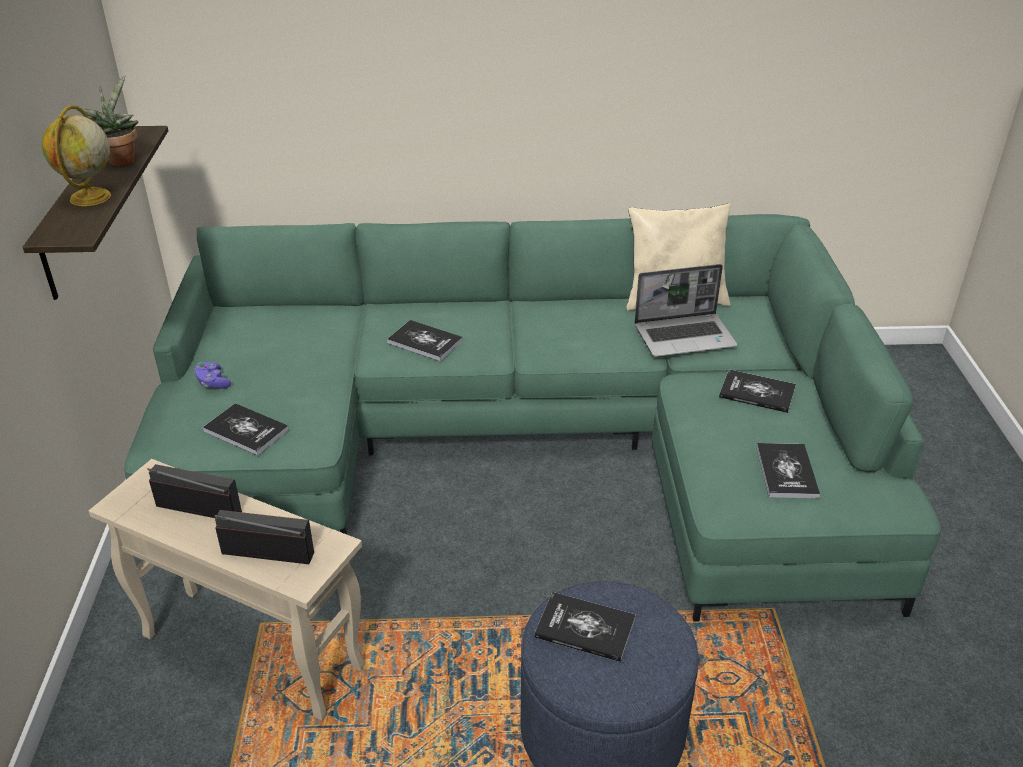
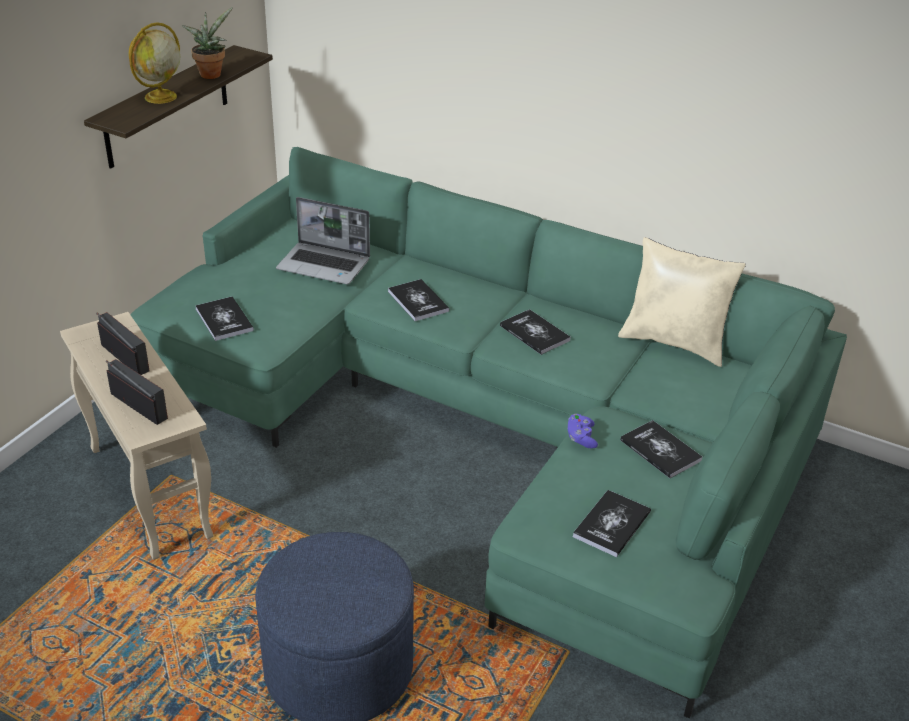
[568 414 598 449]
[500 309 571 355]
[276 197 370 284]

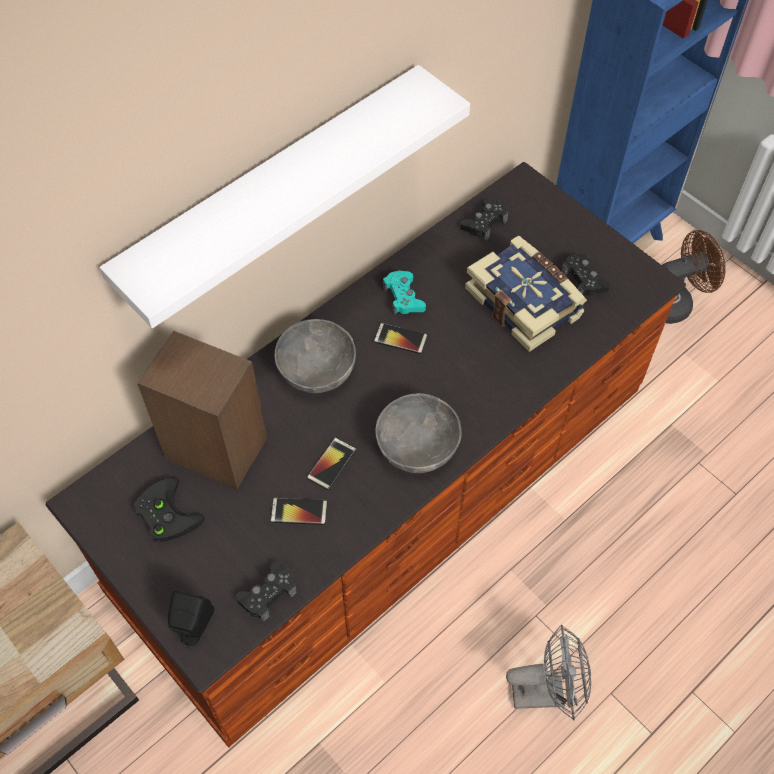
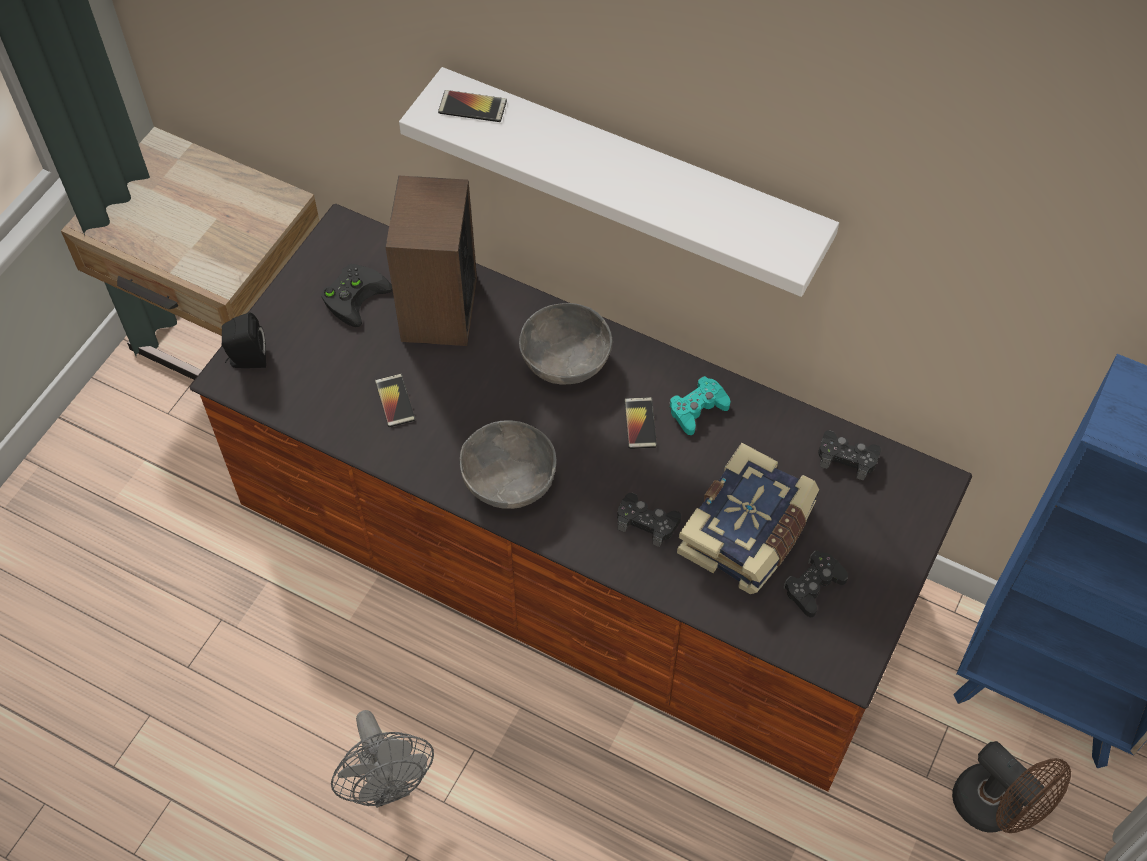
[617 493 681 547]
[438 90 507 122]

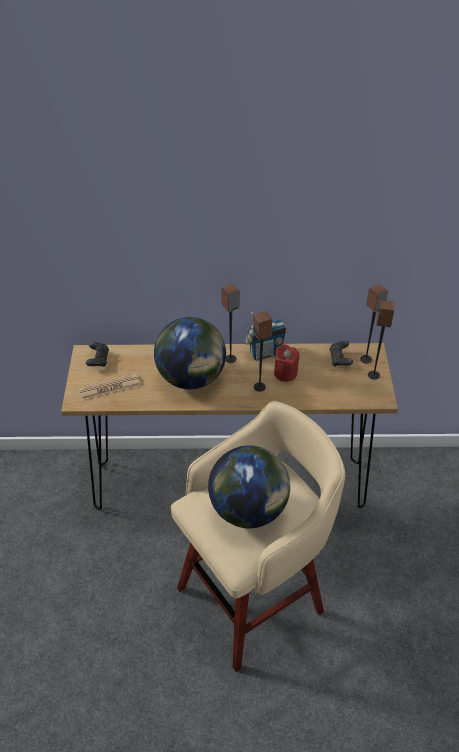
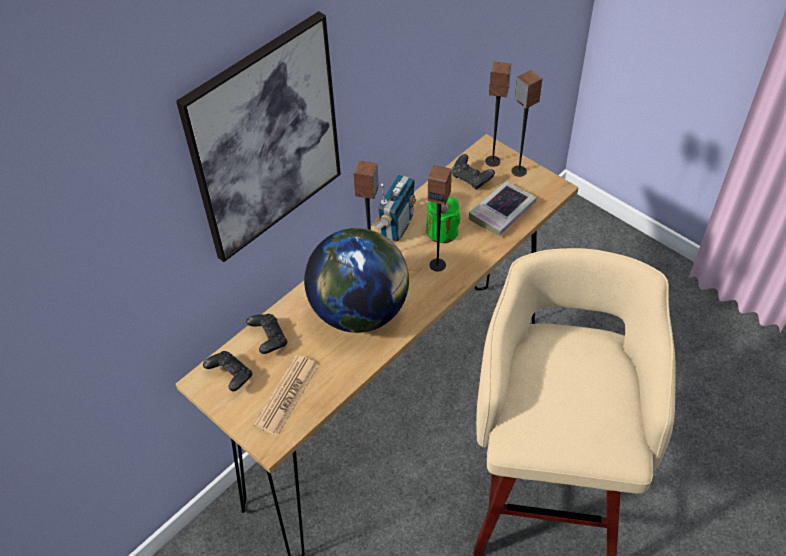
[208 445 290 528] (first image)
[176 11 341 262]
[246 314 288 354]
[469 181 536 236]
[427 196 460 243]

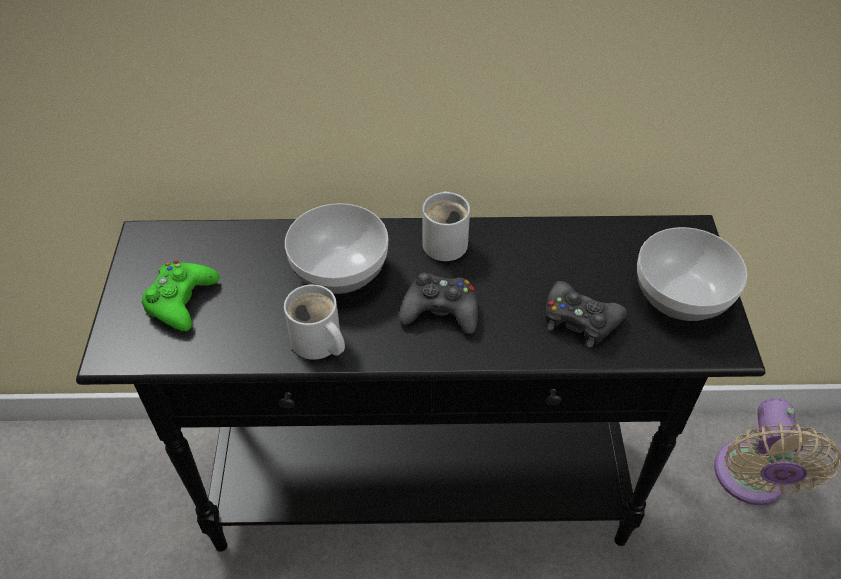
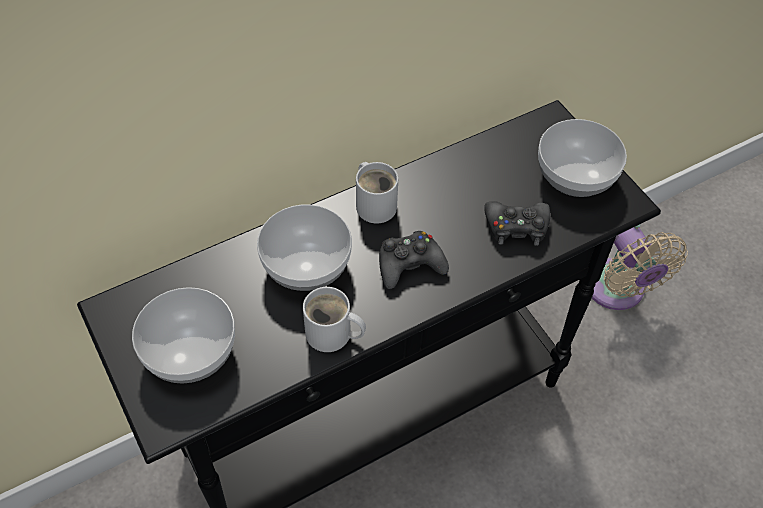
[132 287 235 384]

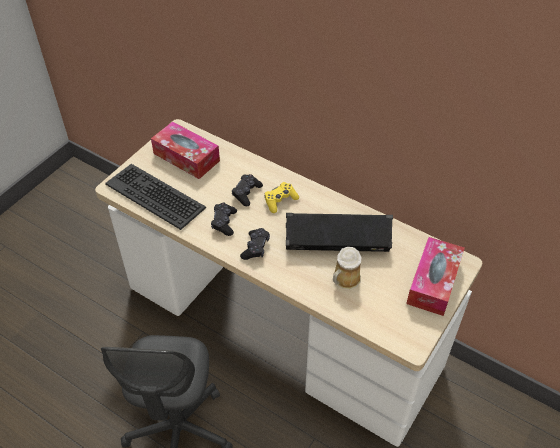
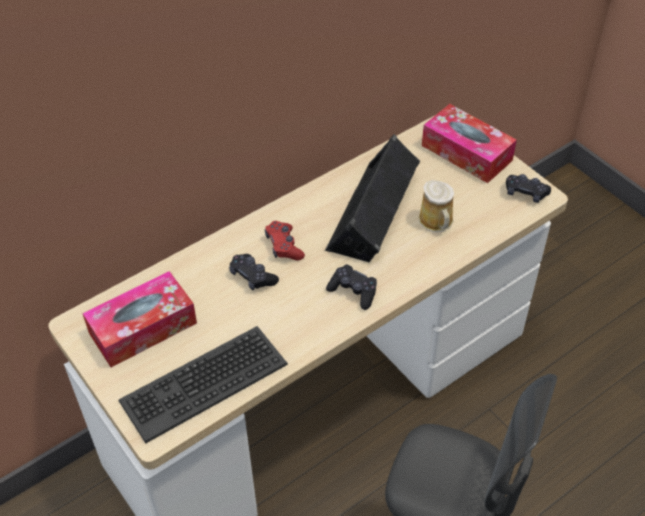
[506 174 551 203]
[265 221 305 260]

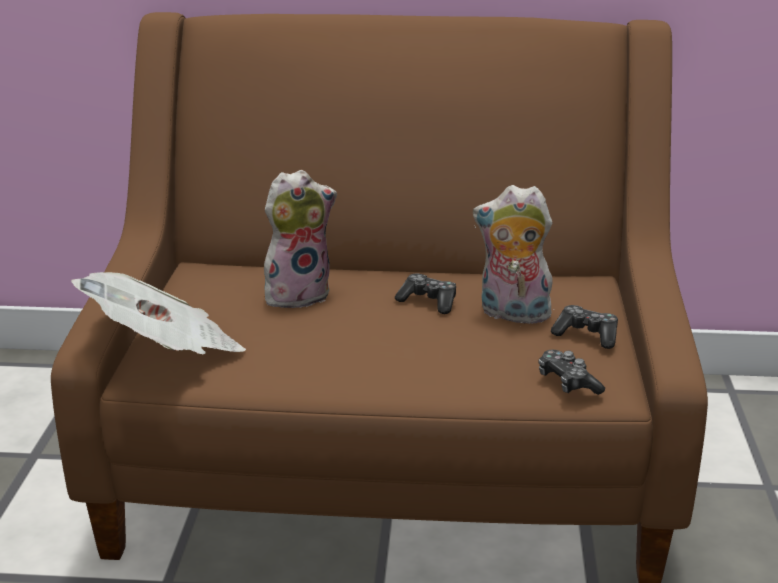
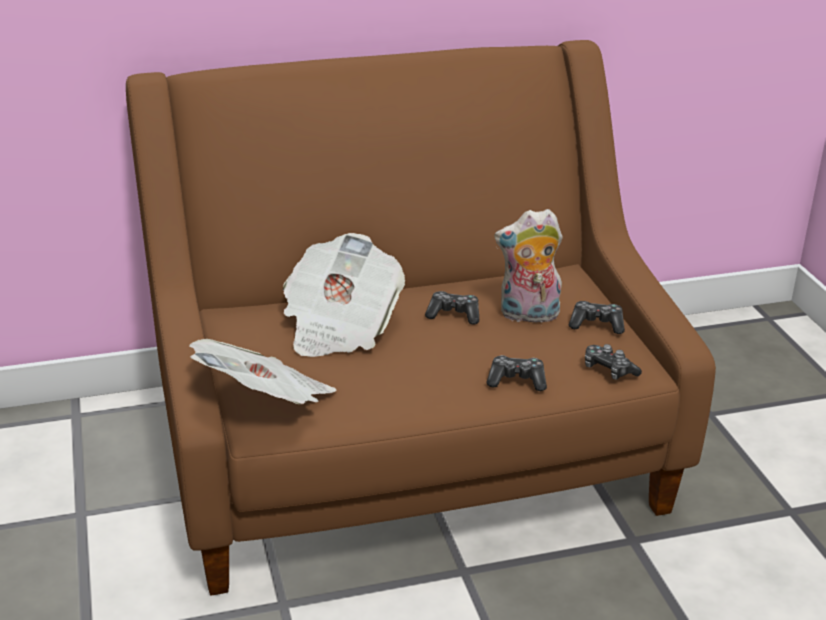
[486 355 547 391]
[283 233 405 357]

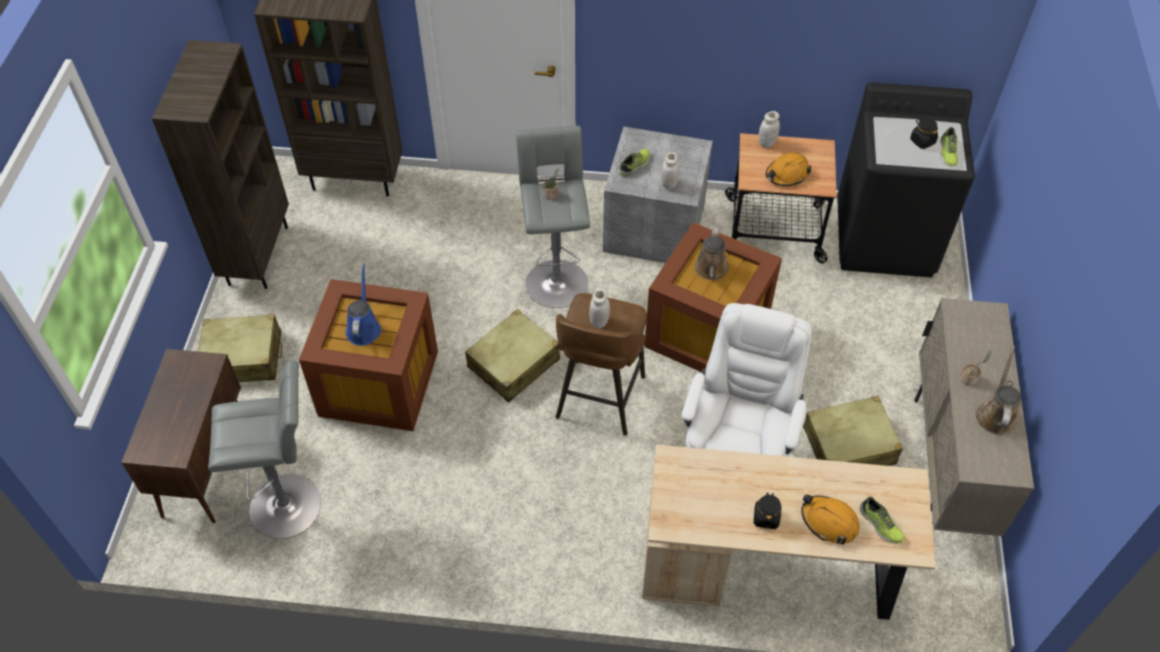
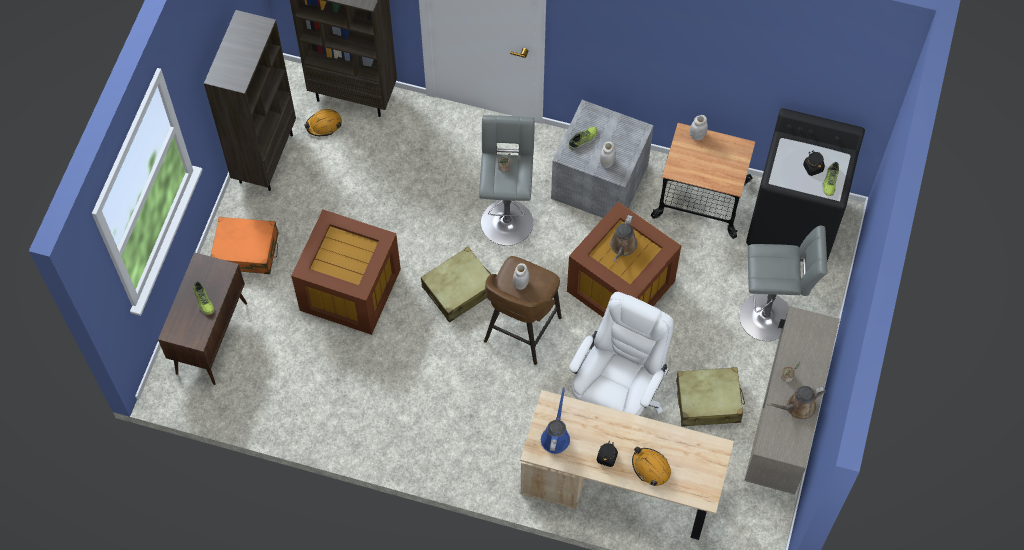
[739 226 827 341]
[541 387 570 454]
[304 109 342 136]
[193 281 214 315]
[210 217 278 274]
[767 386 826 419]

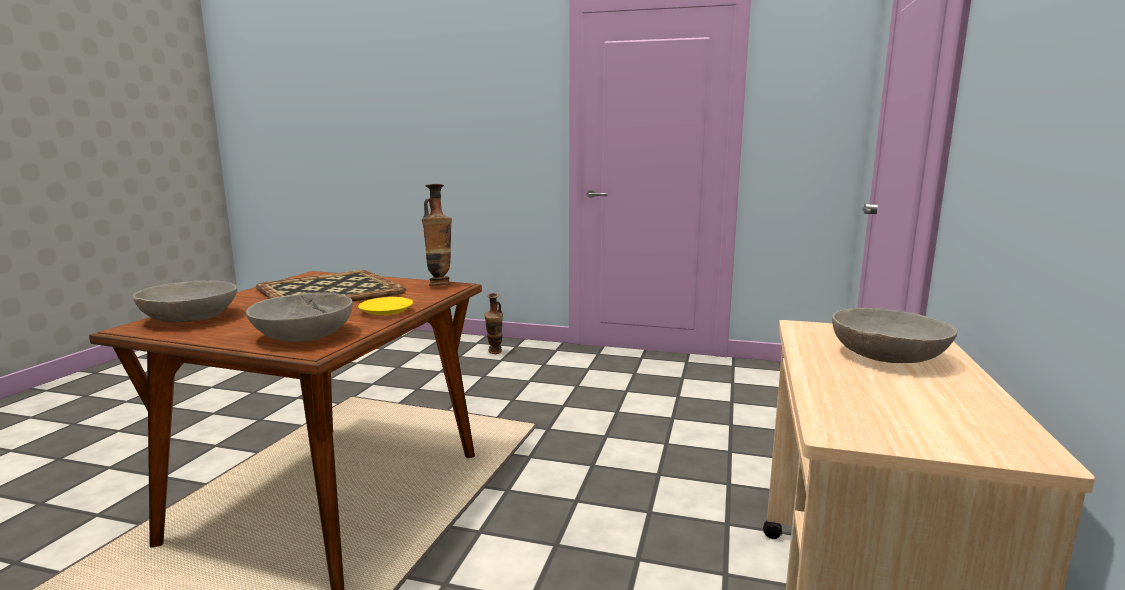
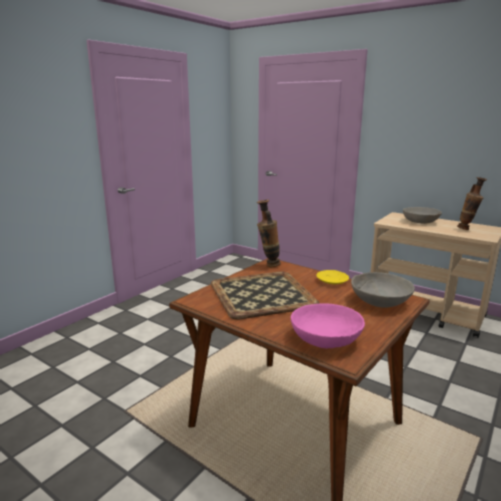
[457 177 487 230]
[291 303 365 348]

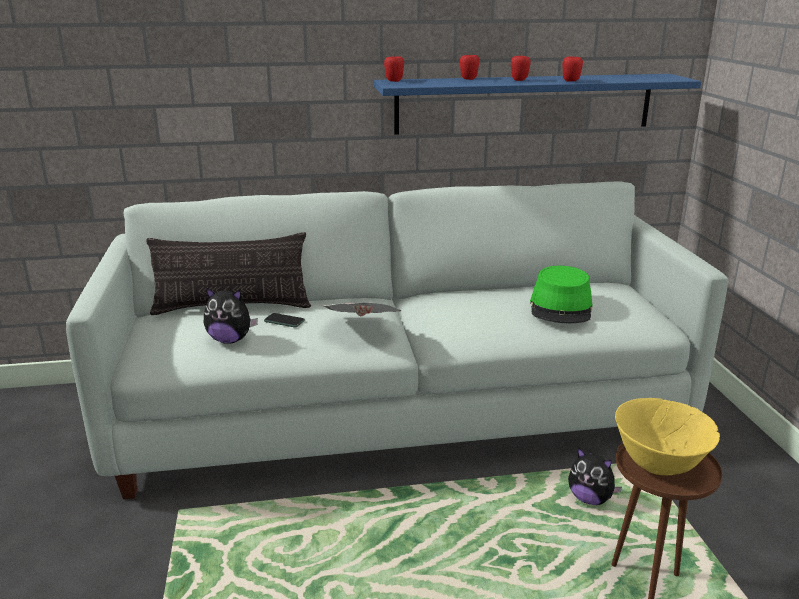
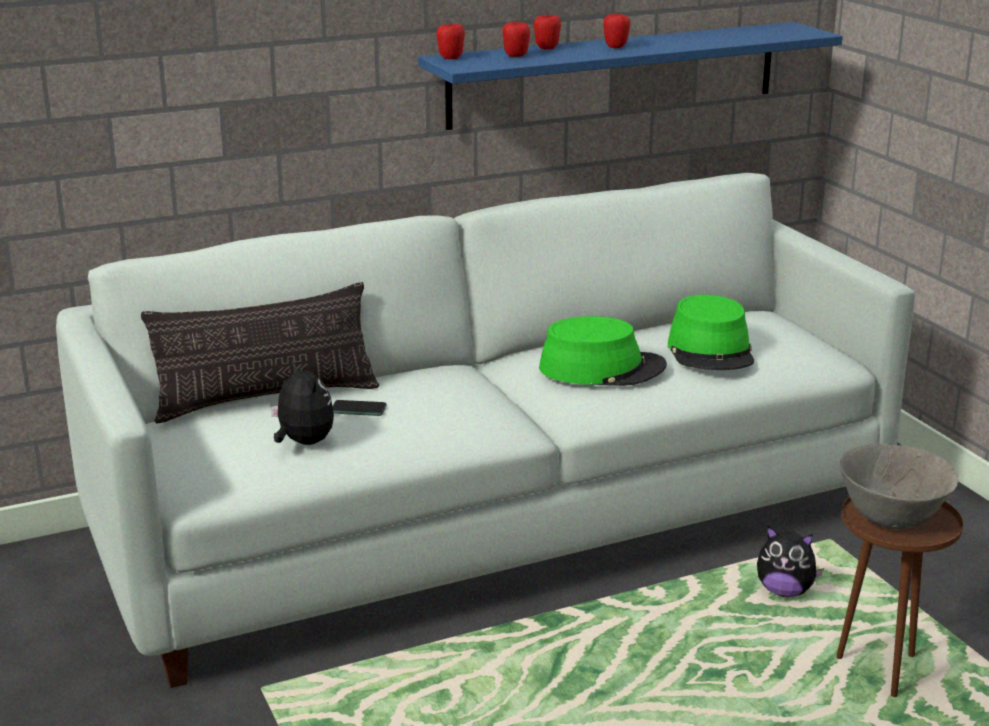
[320 303 401 316] (first image)
[539 316 667 386]
[502 20 530 57]
[839 444 958 529]
[271 360 334 445]

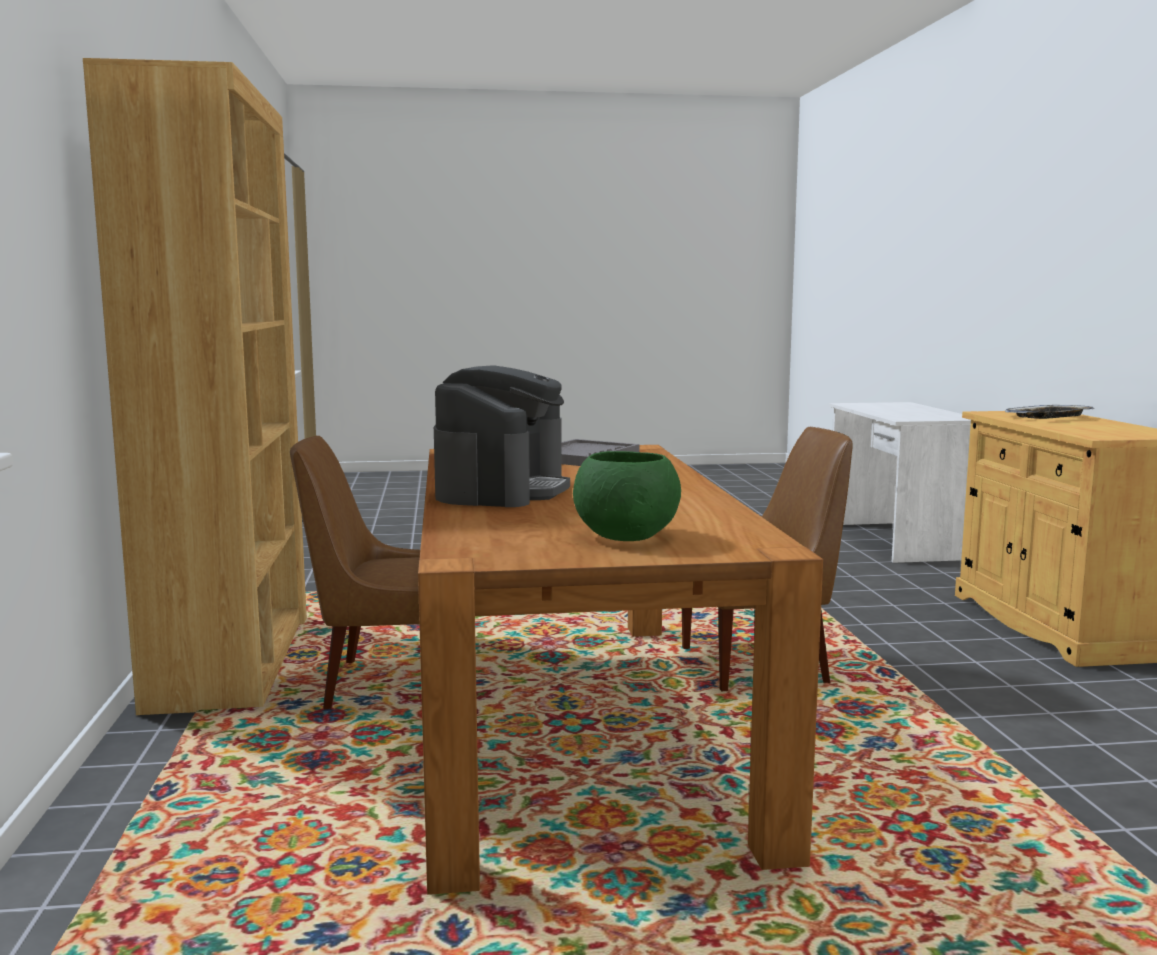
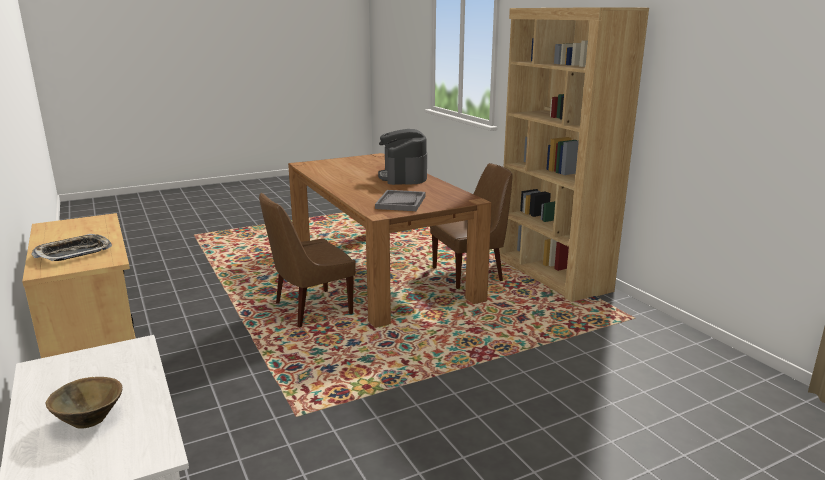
[573 451 681 541] (first image)
[45 377 122 429]

